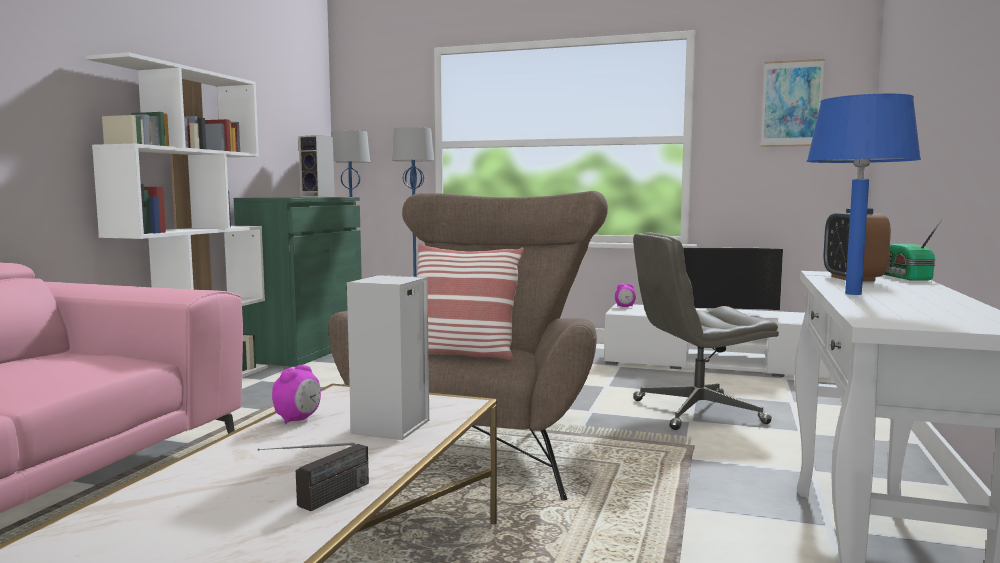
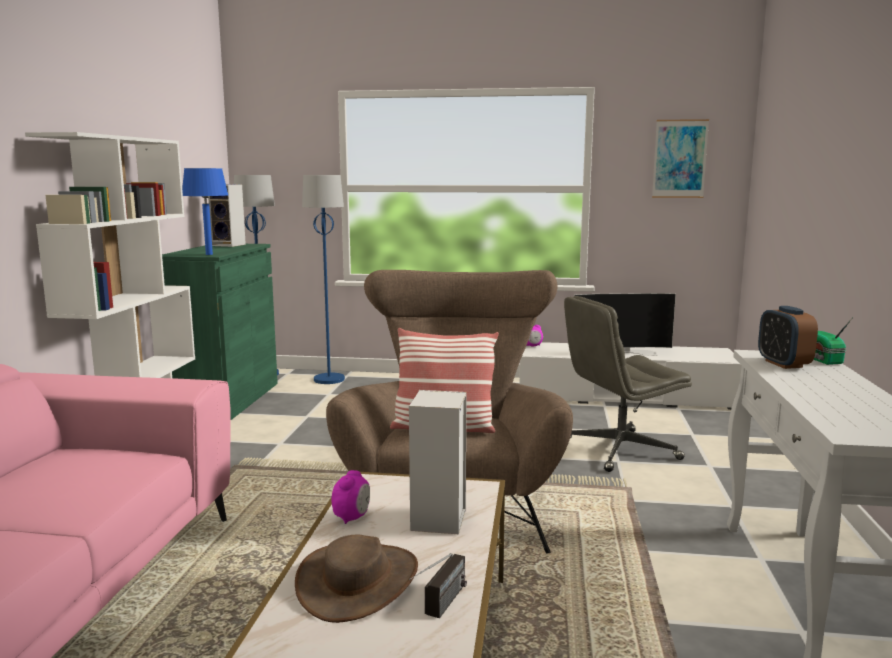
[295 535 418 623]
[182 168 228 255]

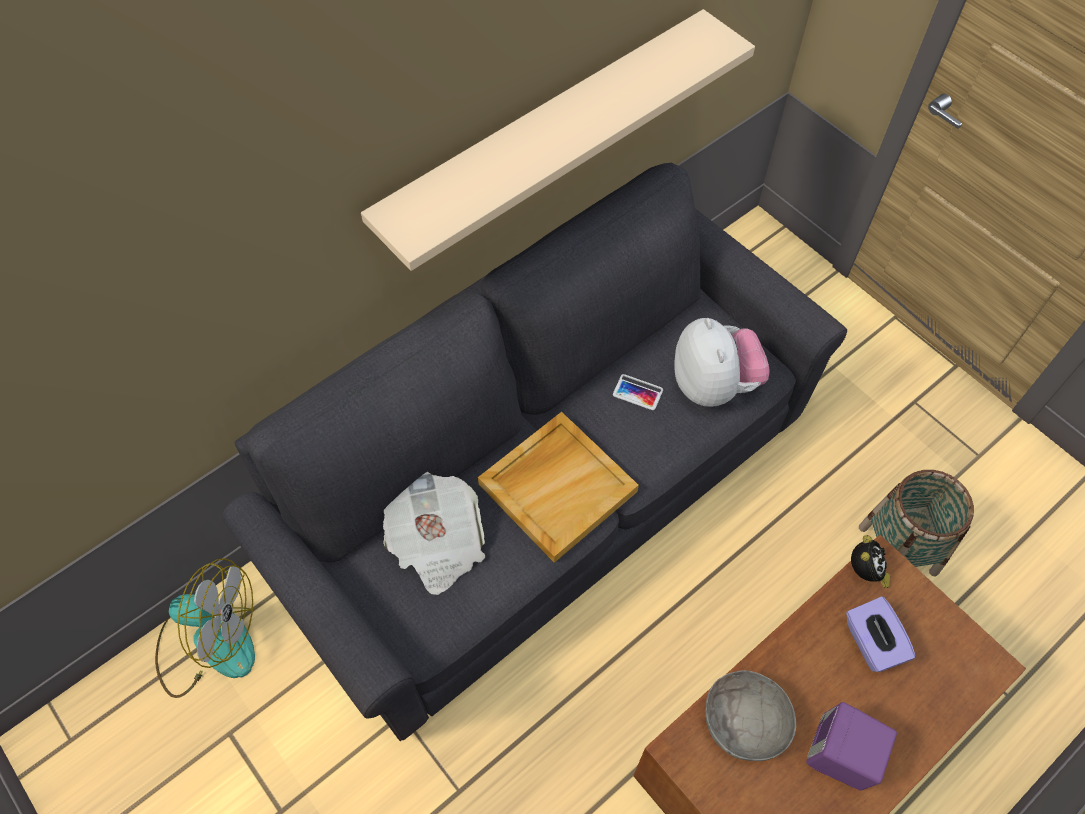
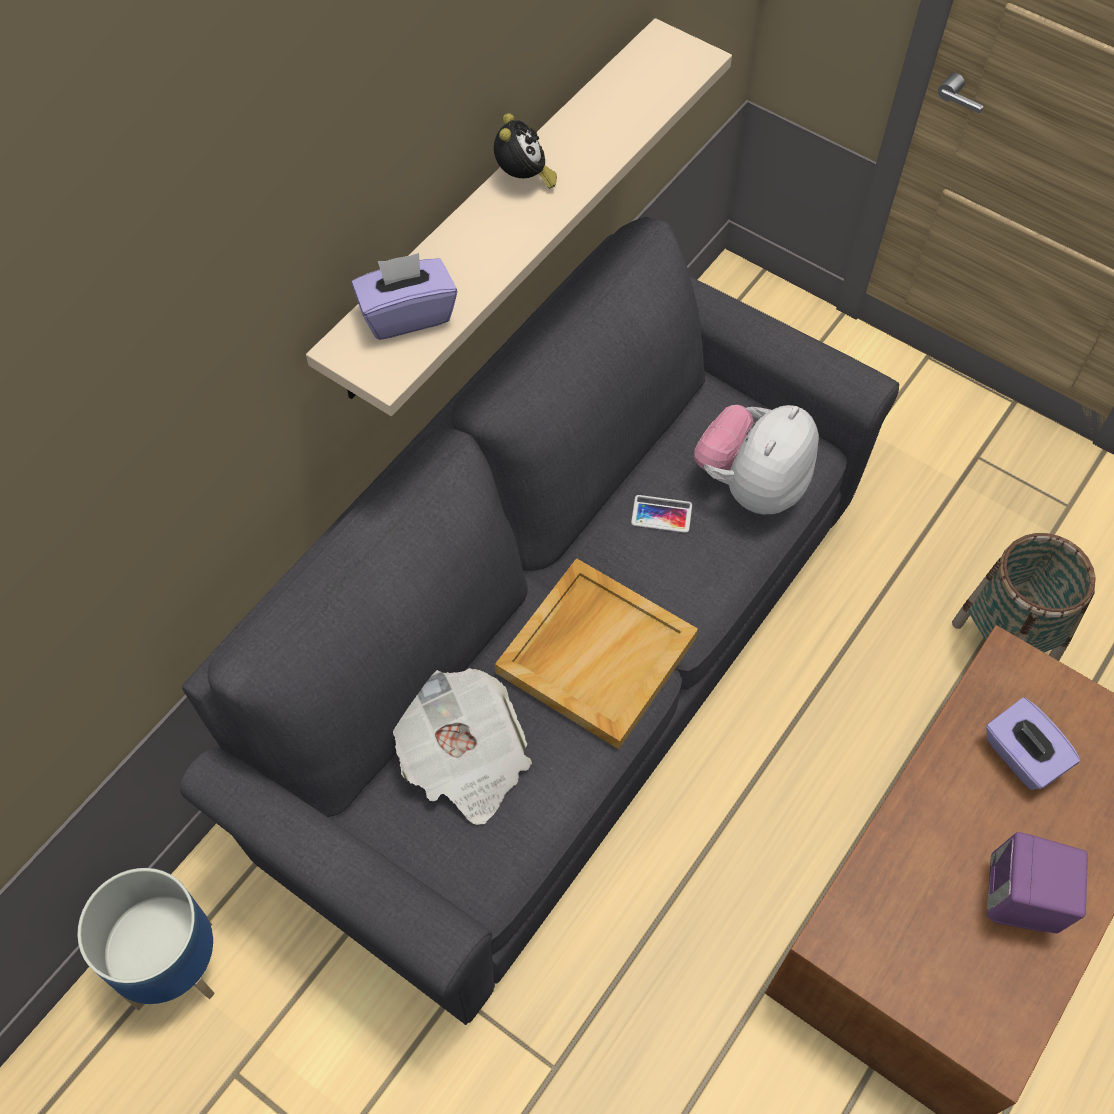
[705 670 796 761] (first image)
[352 253 457 340]
[494 113 557 189]
[77 868 215 1011]
[694 405 819 514]

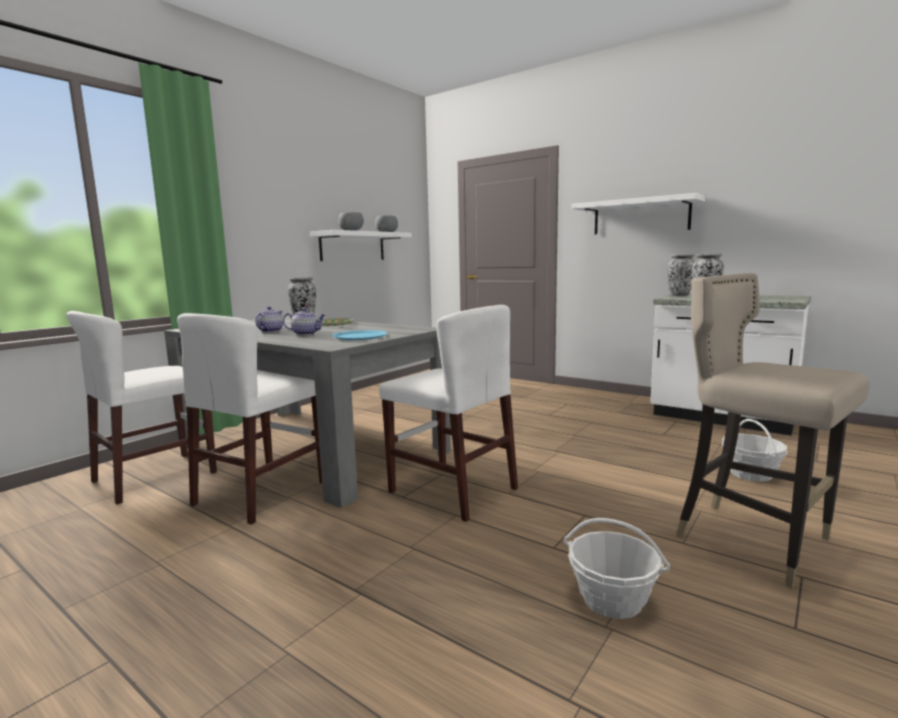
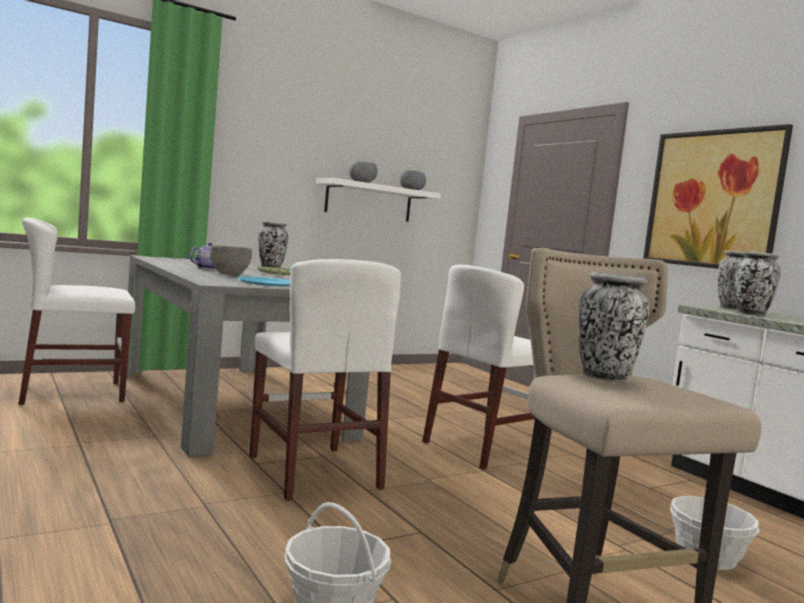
[579 272 650 382]
[422 264 535 470]
[210 245 252 275]
[643 124 793 269]

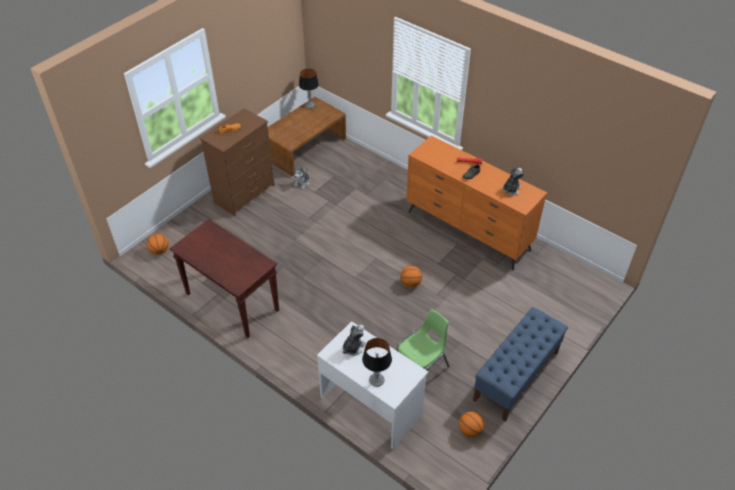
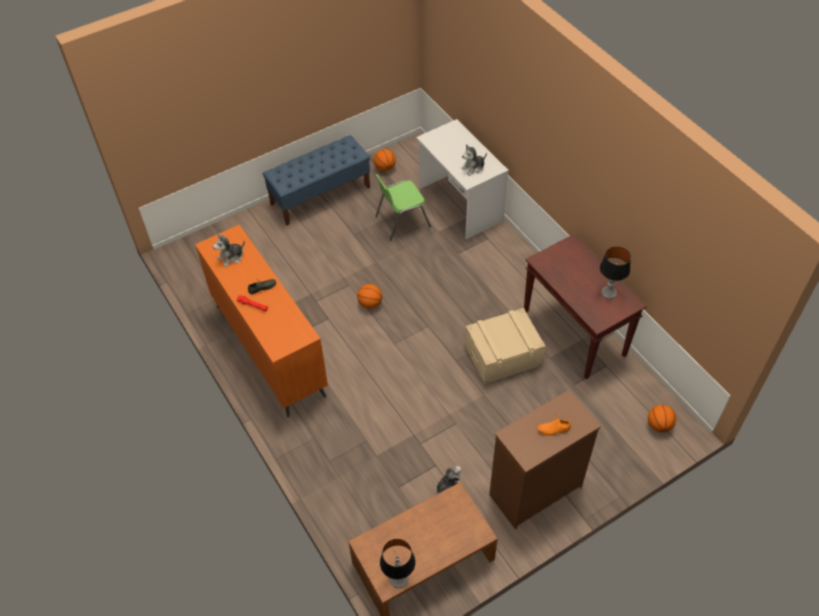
[465 308 546 385]
[600 247 631 299]

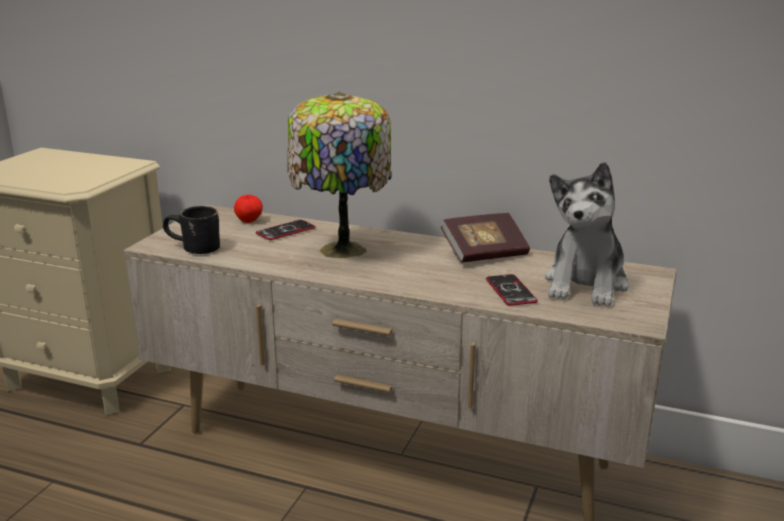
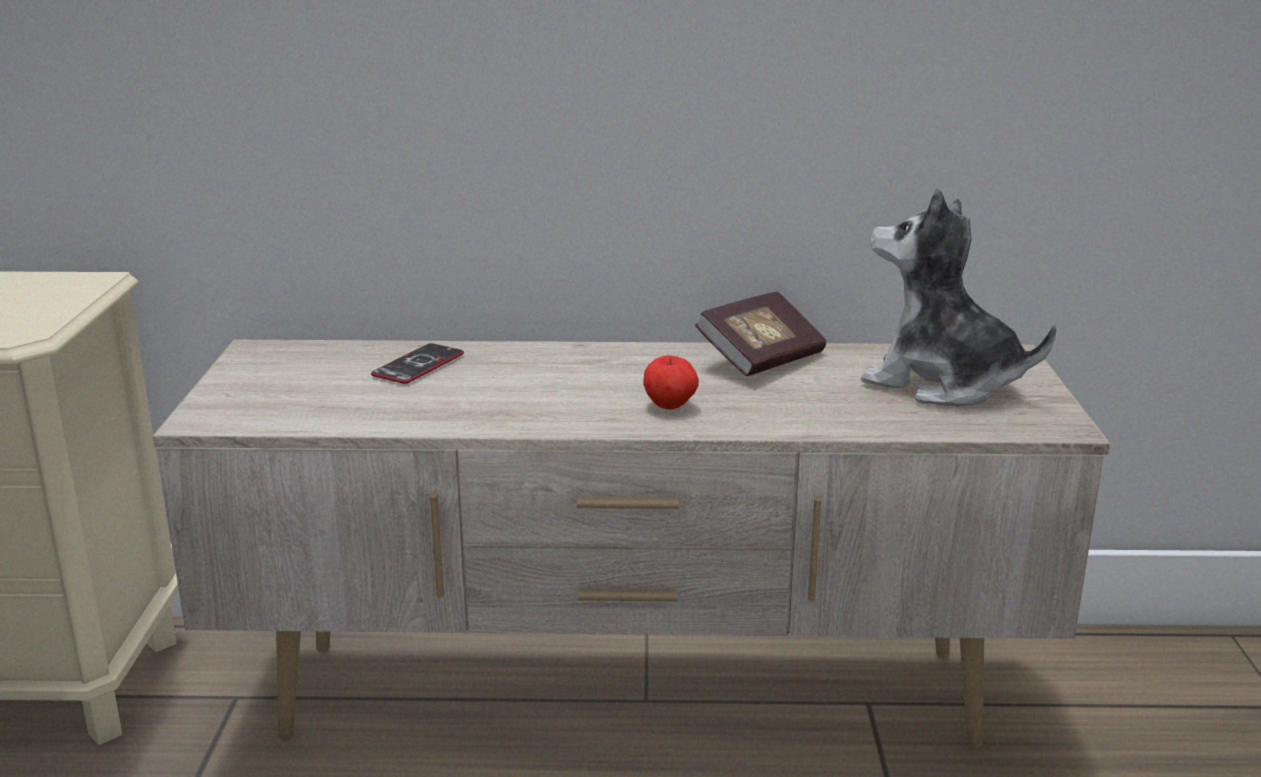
[163 206 220 254] (first image)
[287 92 391 258] (first image)
[486 274 538 306] (first image)
[643 355 699 410]
[861 188 1056 406]

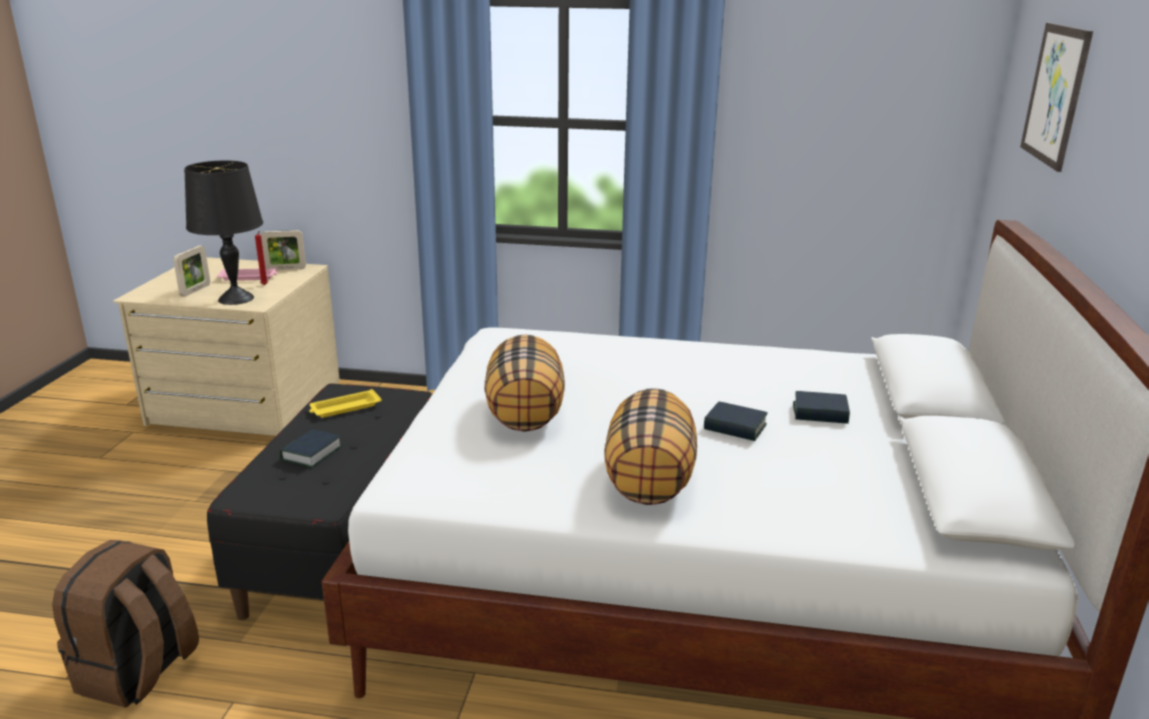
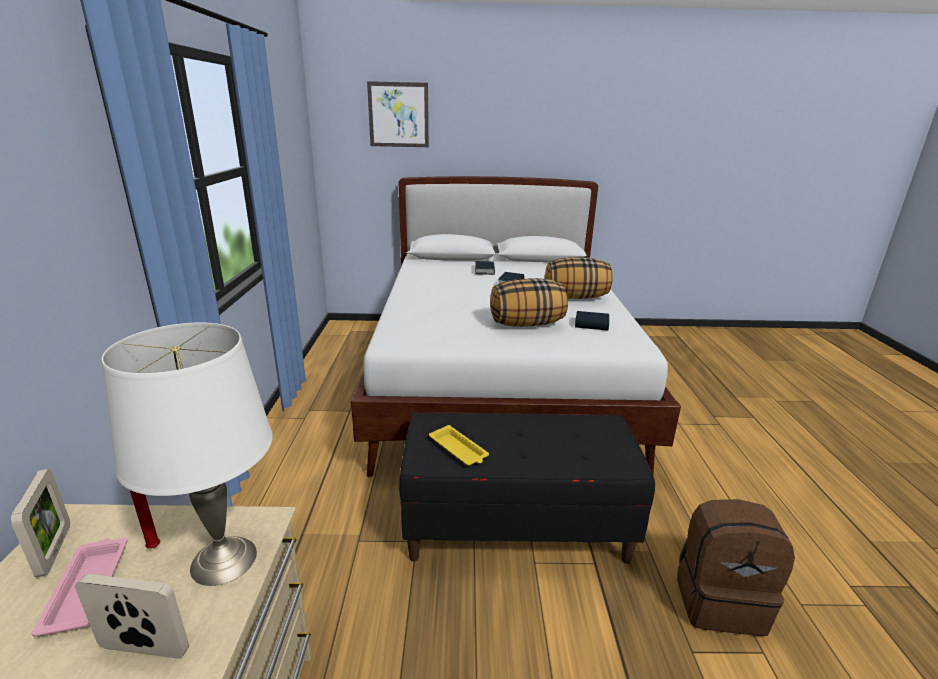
[575 311 609 331]
[101 322 273 586]

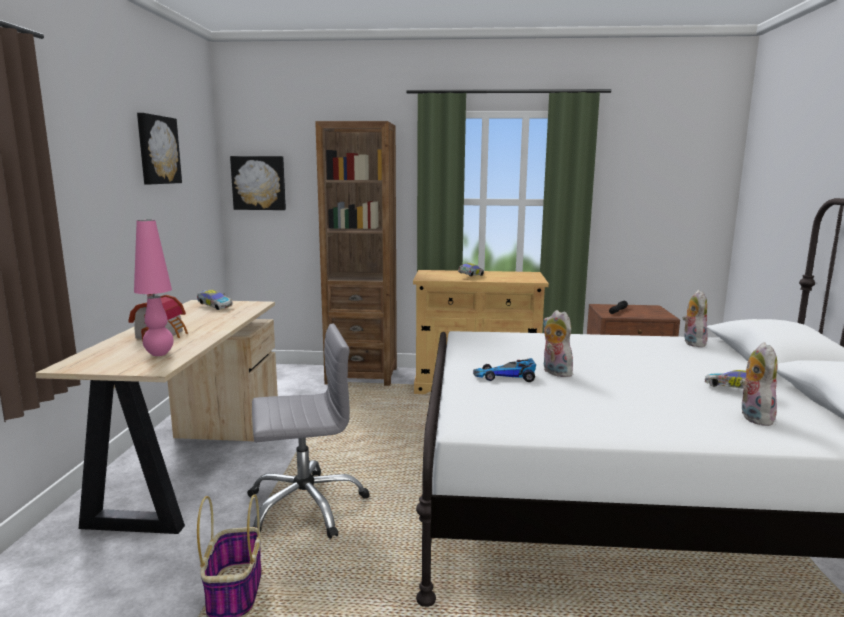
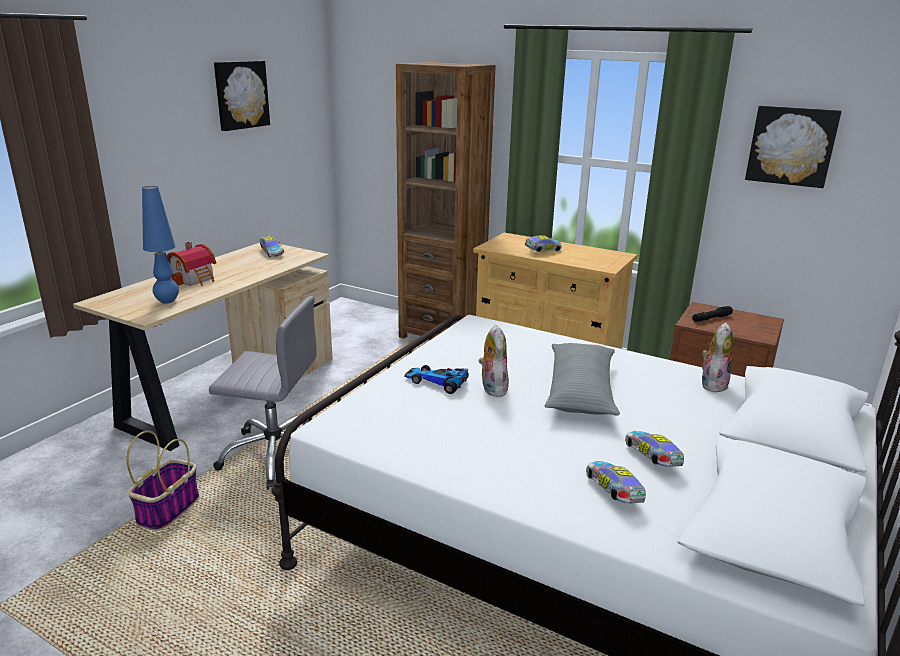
[545 343 620 415]
[745 106 842 188]
[586 461 646 504]
[142 186 179 304]

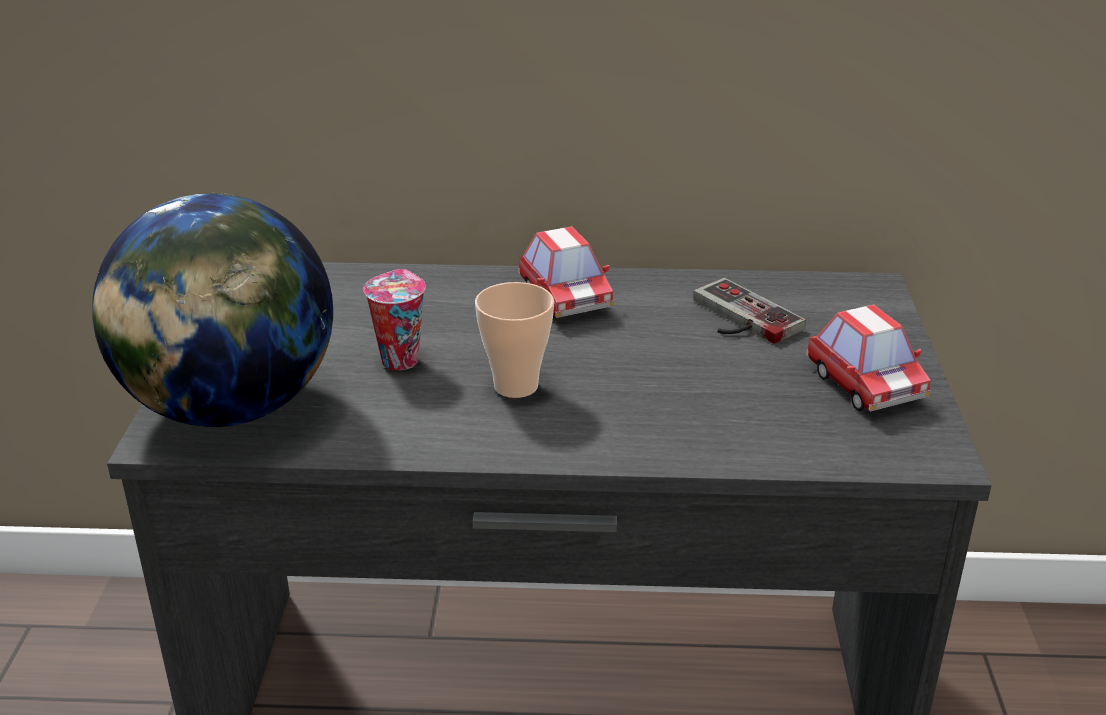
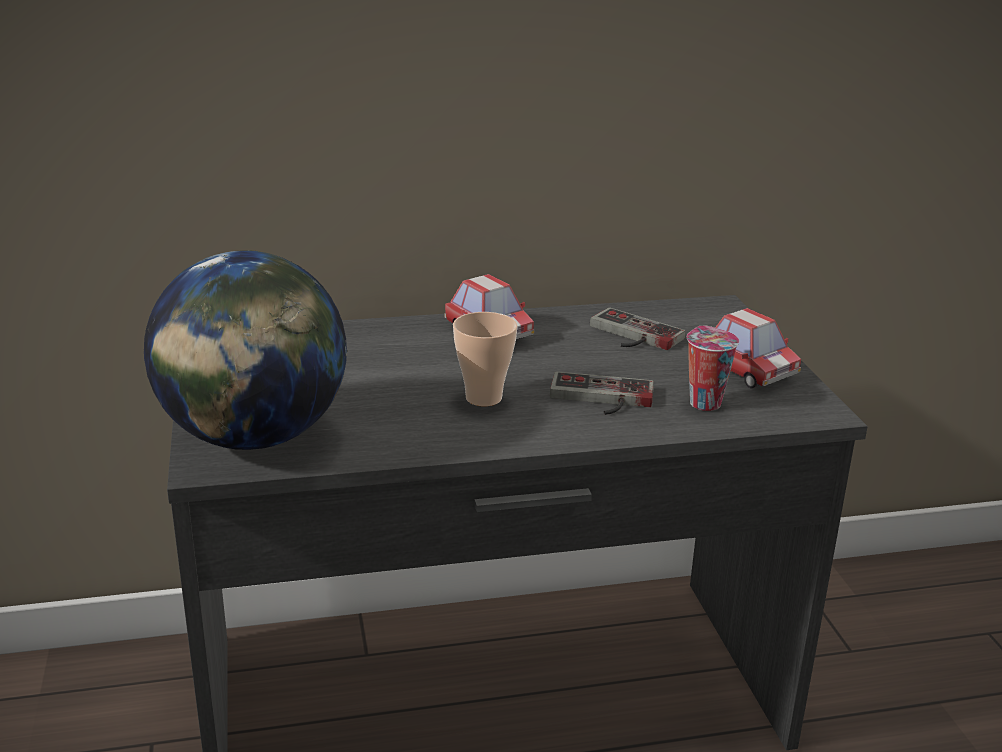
[550 372 654 415]
[687 326 739 411]

